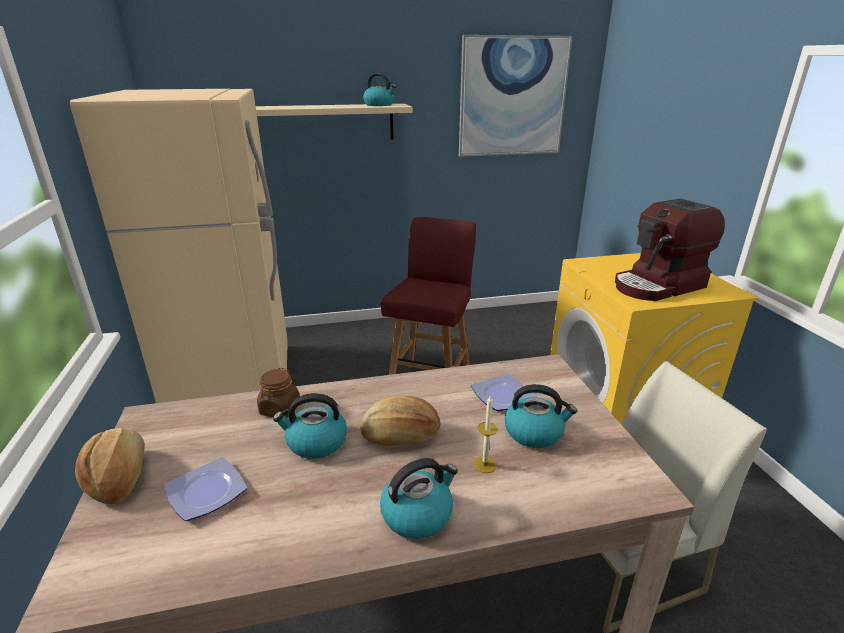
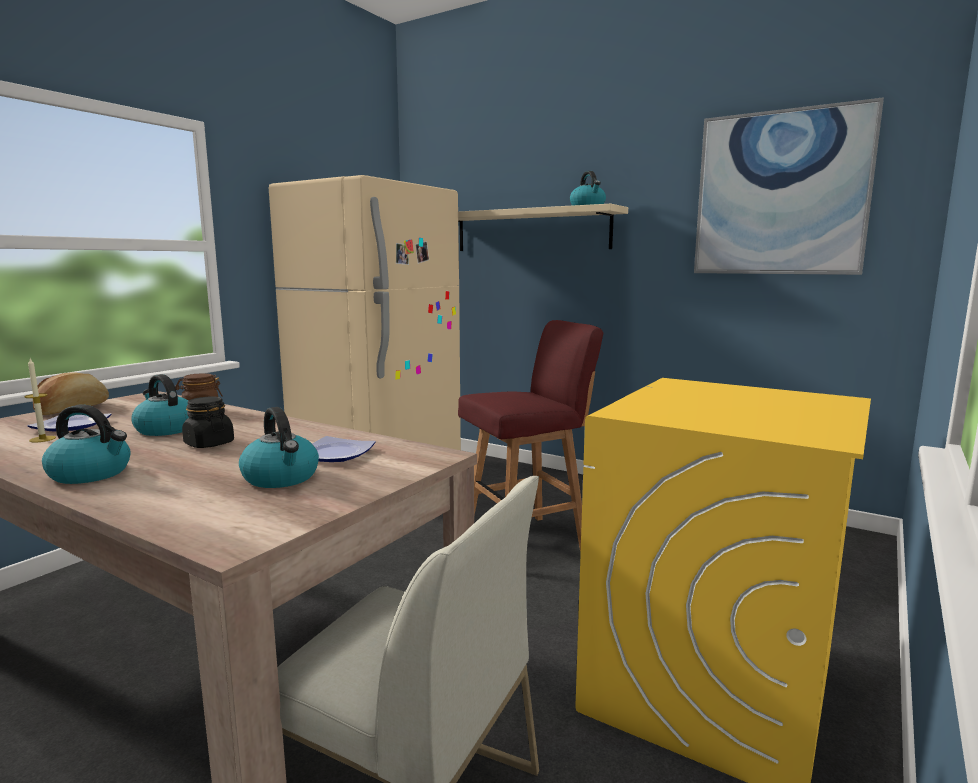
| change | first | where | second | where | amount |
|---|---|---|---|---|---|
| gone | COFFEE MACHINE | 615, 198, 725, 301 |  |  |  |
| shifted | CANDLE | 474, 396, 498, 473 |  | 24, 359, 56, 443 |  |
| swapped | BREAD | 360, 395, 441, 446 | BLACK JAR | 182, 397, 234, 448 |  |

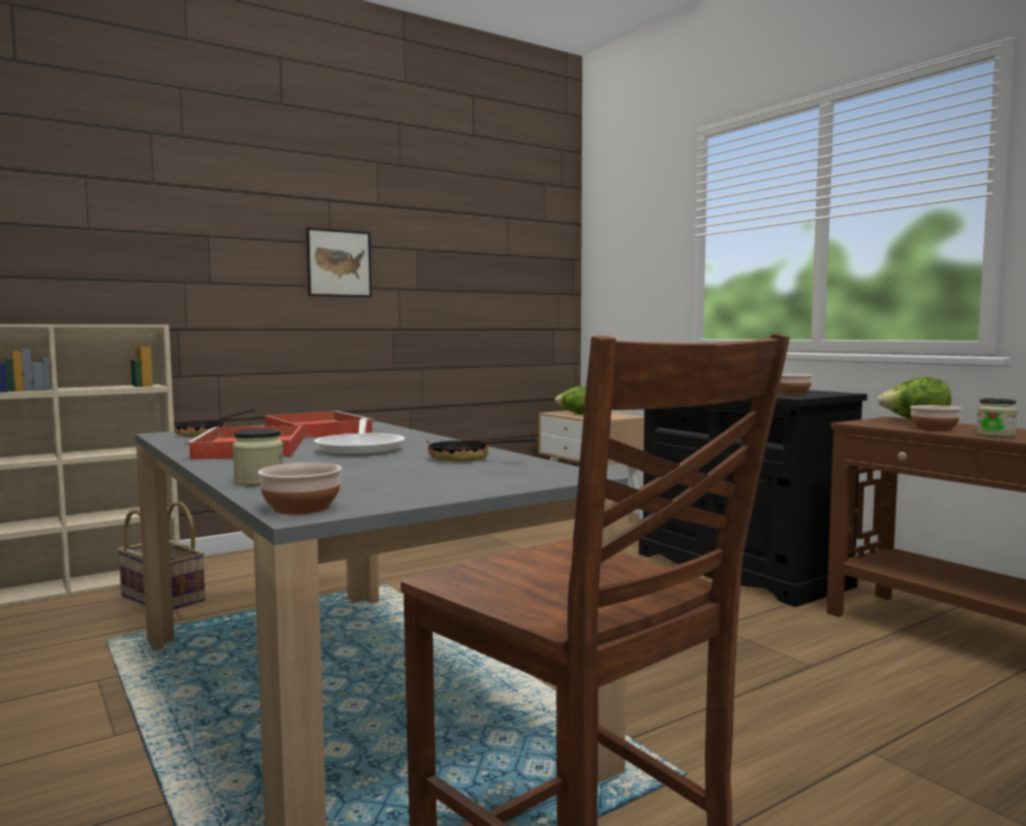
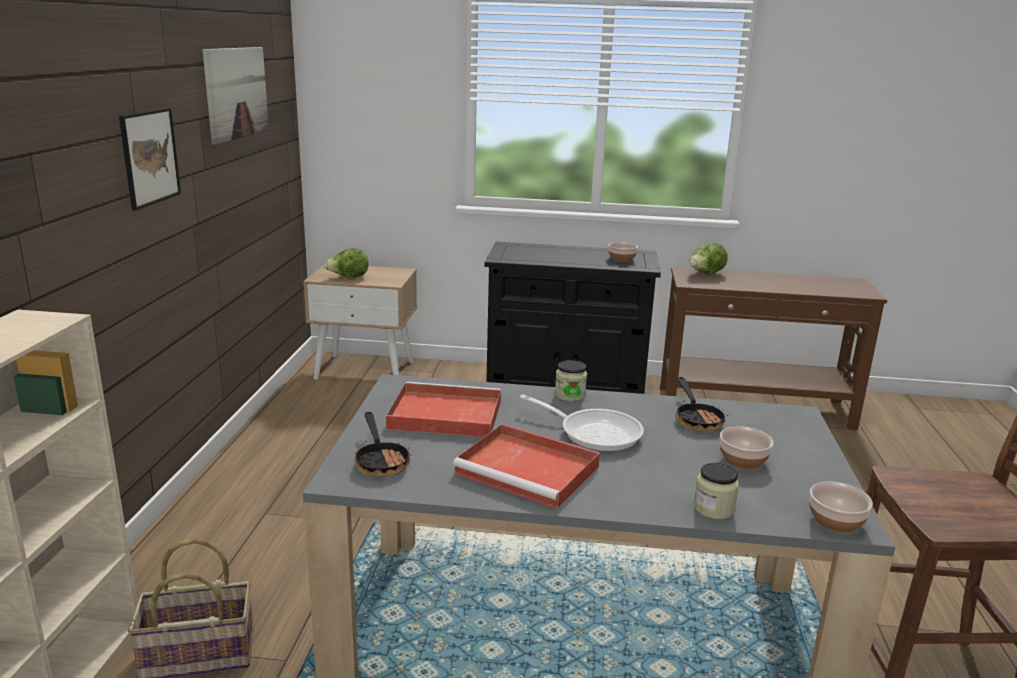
| change | first | where | second | where | amount |
|---|---|---|---|---|---|
| new |  |  | PICTURE | 202, 47, 269, 145 |  |
| shifted | BOWL | 910, 405, 961, 431 |  | 720, 426, 774, 469 |  |
| shifted | JAR | 976, 398, 1017, 437 |  | 555, 360, 587, 402 |  |
| rotated | FRYING PAN | 427, 435, 536, 462 |  | 675, 377, 728, 432 | 75 degrees counterclockwise |

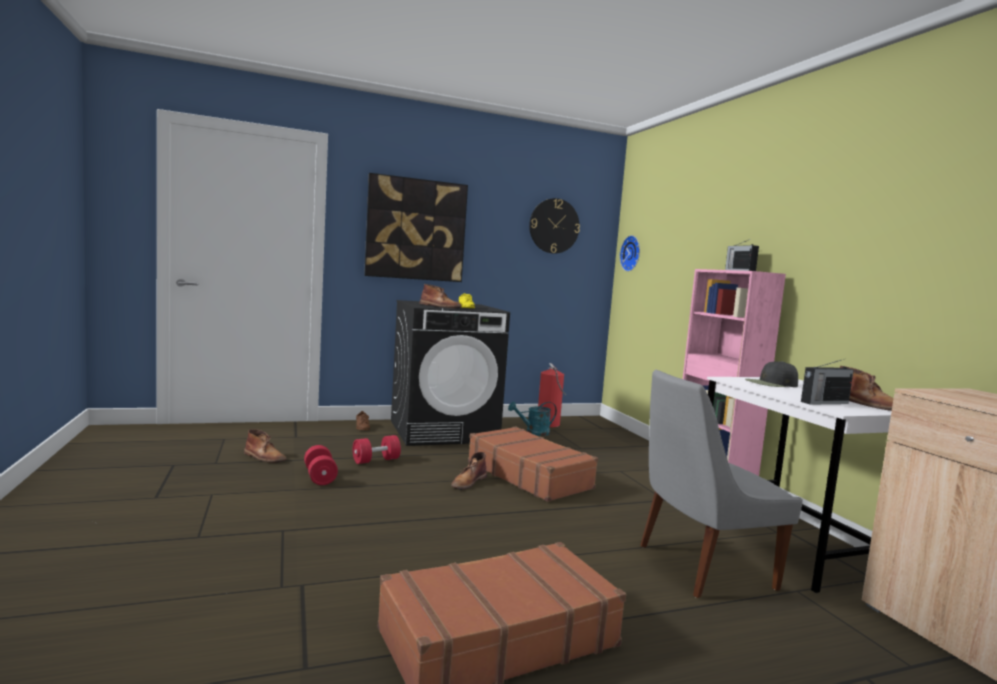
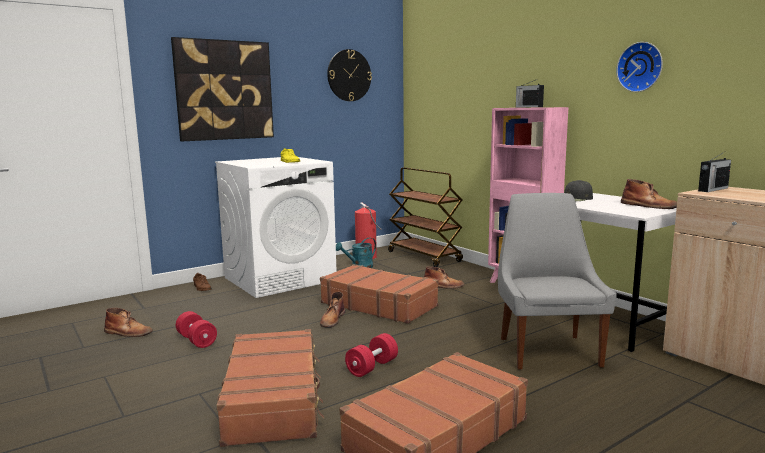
| change | first | where | second | where | amount |
|---|---|---|---|---|---|
| new |  |  | BROWN SUITCASE | 217, 329, 324, 447 |  |
| new |  |  | BROWN CART | 388, 167, 463, 267 |  |
| shifted | RED DUMBBELL | 353, 435, 401, 464 |  | 345, 333, 398, 377 |  |
| shifted | BROWN BOOT | 420, 284, 462, 308 |  | 424, 266, 464, 289 |  |
| shifted | WALL CLOCK | 620, 235, 640, 272 |  | 616, 42, 663, 92 |  |
| shifted | RADIO | 801, 359, 854, 405 |  | 698, 152, 731, 192 |  |
| repainted | BLACK WASHING MACHINE | 391, 300, 510, 446 | WHITE WASHING MACHINE | 215, 157, 337, 298 |  |
| rotated | GREY CHAIR | 641, 369, 803, 598 |  | 498, 193, 617, 370 | 120 degrees clockwise |

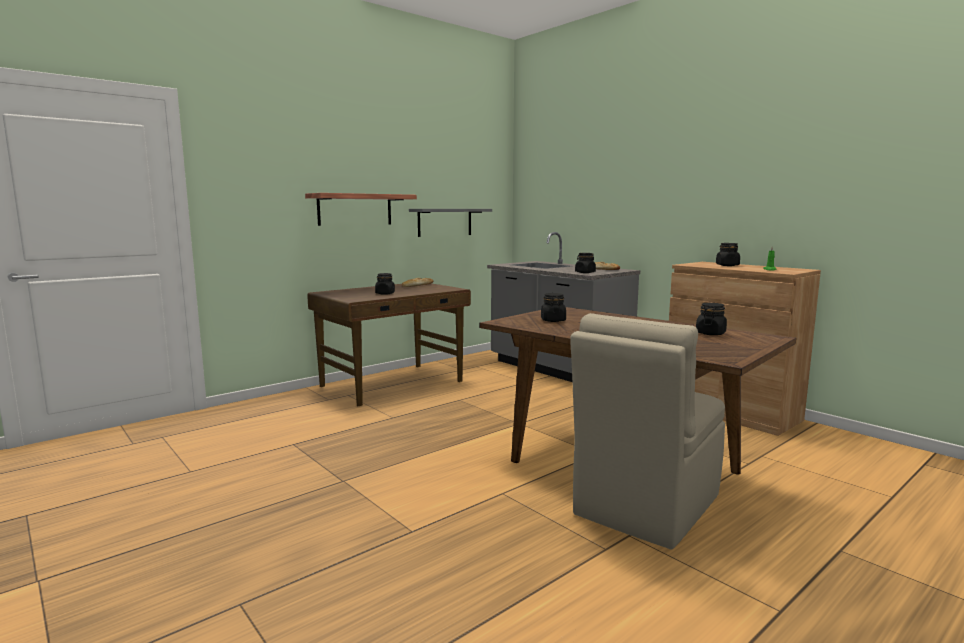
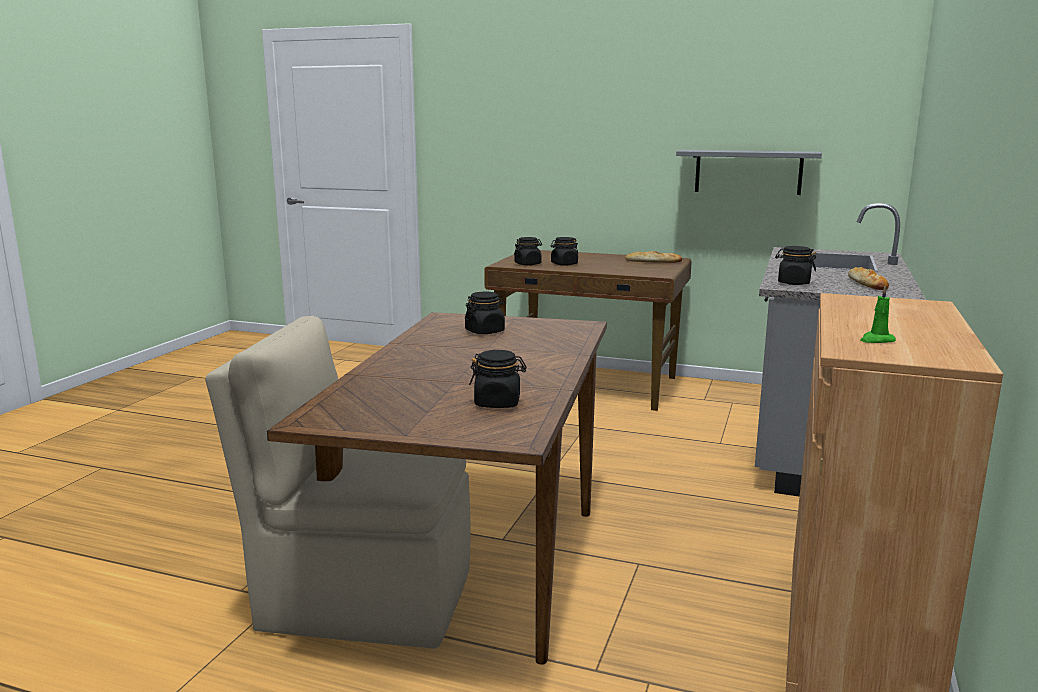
| change | first | where | second | where | amount |
|---|---|---|---|---|---|
| gone | SHELF | 305, 193, 417, 226 |  |  |  |
| shifted | BLACK JAR | 716, 243, 740, 266 |  | 514, 237, 542, 266 |  |

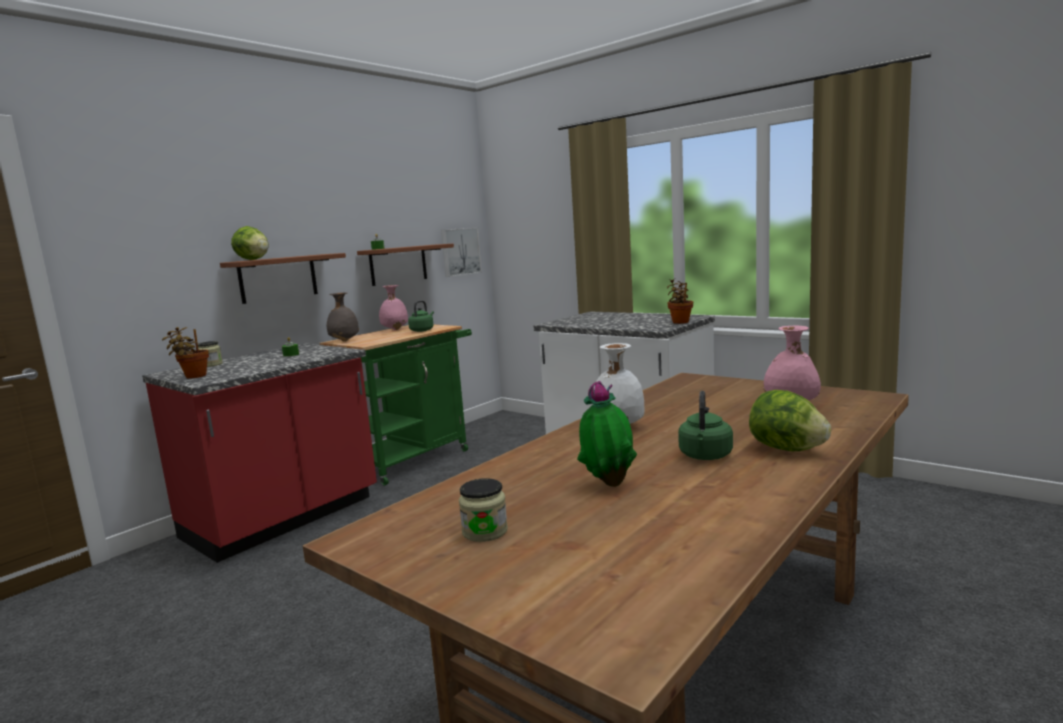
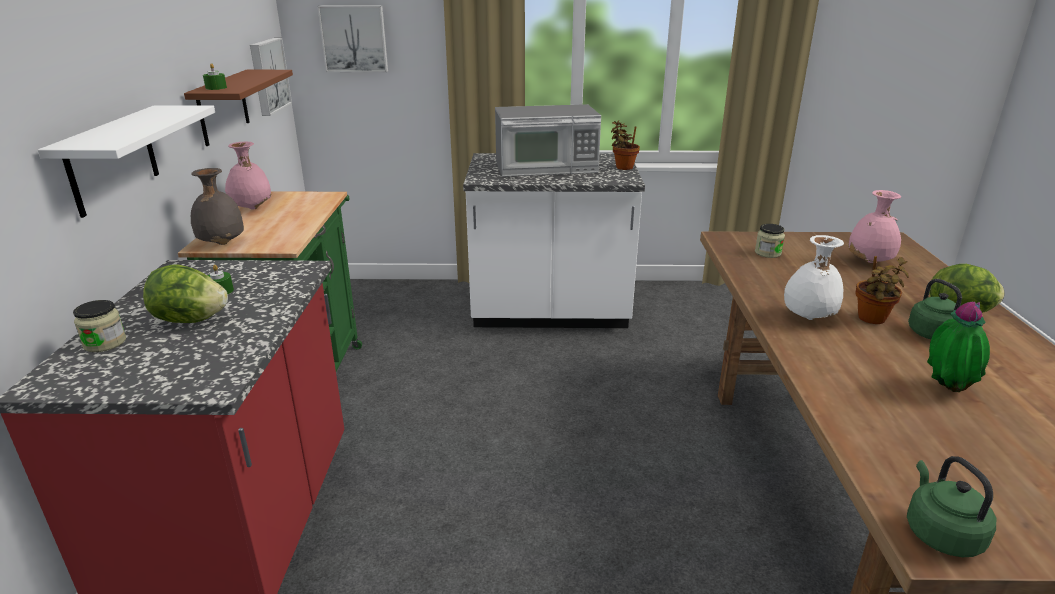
| change | first | where | second | where | amount |
|---|---|---|---|---|---|
| new |  |  | PICTURE | 317, 6, 388, 72 |  |
| new |  |  | MICROWAVE | 495, 104, 601, 177 |  |
| shifted | POTTED PLANT | 162, 327, 209, 379 |  | 855, 256, 909, 324 |  |
| shifted | LETTUCE | 231, 226, 269, 260 |  | 143, 264, 228, 323 |  |
| shifted | GREEN KETTLE | 408, 300, 434, 332 |  | 907, 456, 996, 557 |  |
| shifted | JAR | 459, 478, 508, 542 |  | 755, 224, 785, 258 |  |
| repainted | BROWN SHELF | 220, 253, 346, 304 | WHITE SHELF | 38, 105, 215, 218 |  |

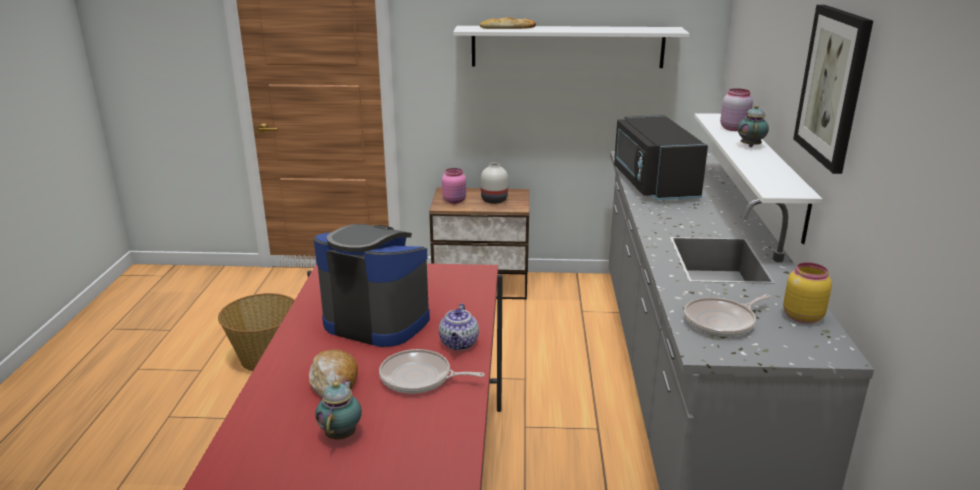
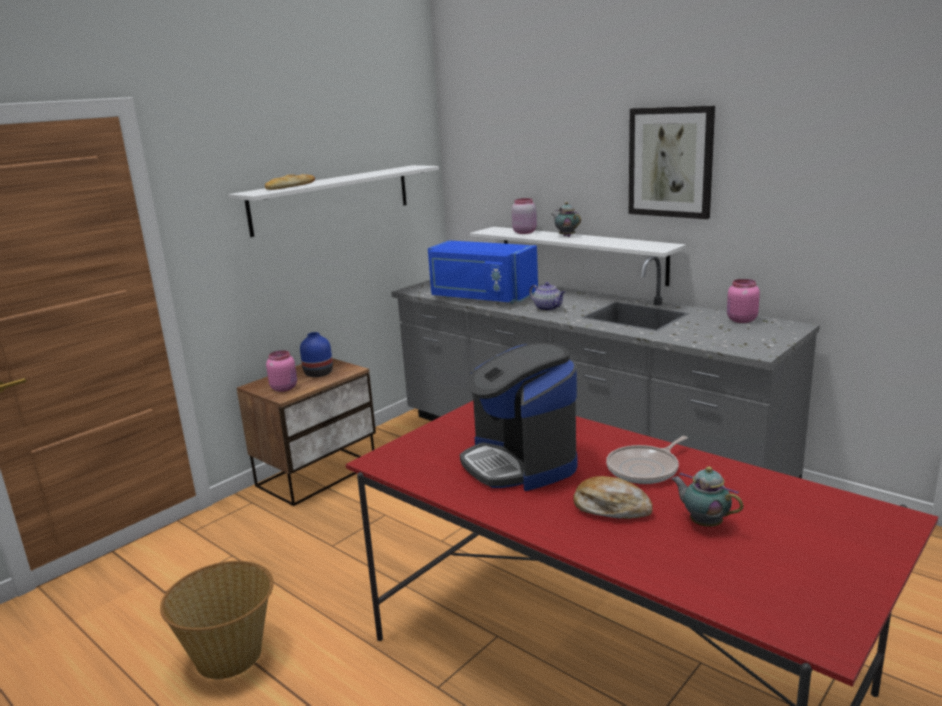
| change | first | where | second | where | amount |
|---|---|---|---|---|---|
| gone | FRYING PAN | 684, 294, 771, 337 |  |  |  |
| shifted | TEAPOT | 439, 304, 479, 350 |  | 529, 282, 566, 311 |  |
| repainted | WHITE VASE | 481, 163, 508, 204 | BLUE VASE | 300, 332, 333, 377 |  |
| repainted | BLACK MICROWAVE | 614, 115, 708, 200 | BLUE MICROWAVE | 428, 241, 538, 304 |  |
| repainted | YELLOW JAR | 783, 262, 832, 323 | PINK JAR | 727, 279, 760, 323 |  |
| rotated | COFFEE MACHINE | 314, 224, 430, 347 |  | 460, 343, 577, 491 | 90 degrees counterclockwise |

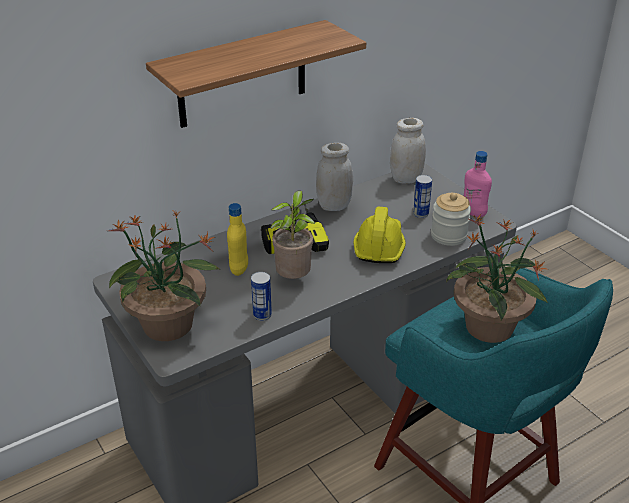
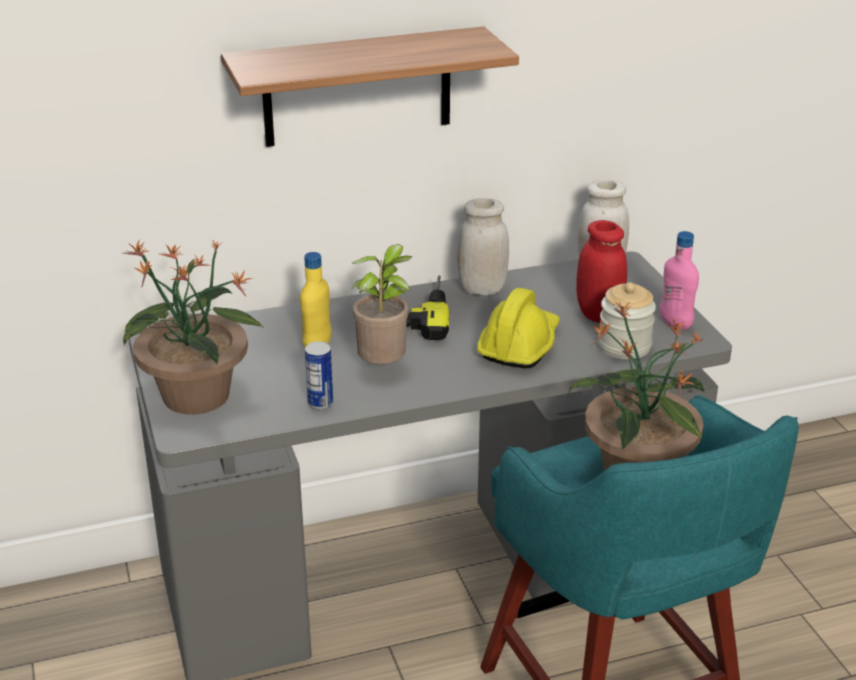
| change | first | where | second | where | amount |
|---|---|---|---|---|---|
| swapped | CAN | 413, 175, 432, 218 | RED JAR | 576, 220, 627, 323 |  |

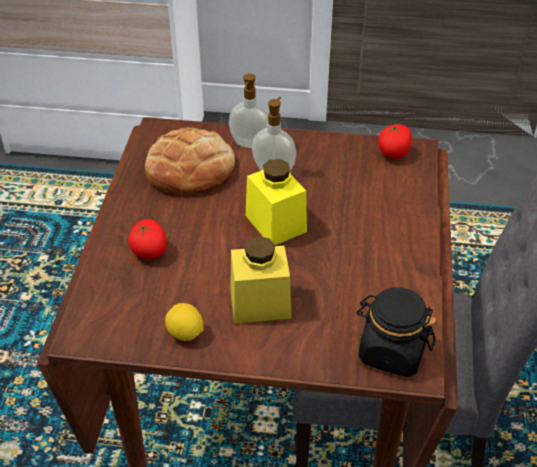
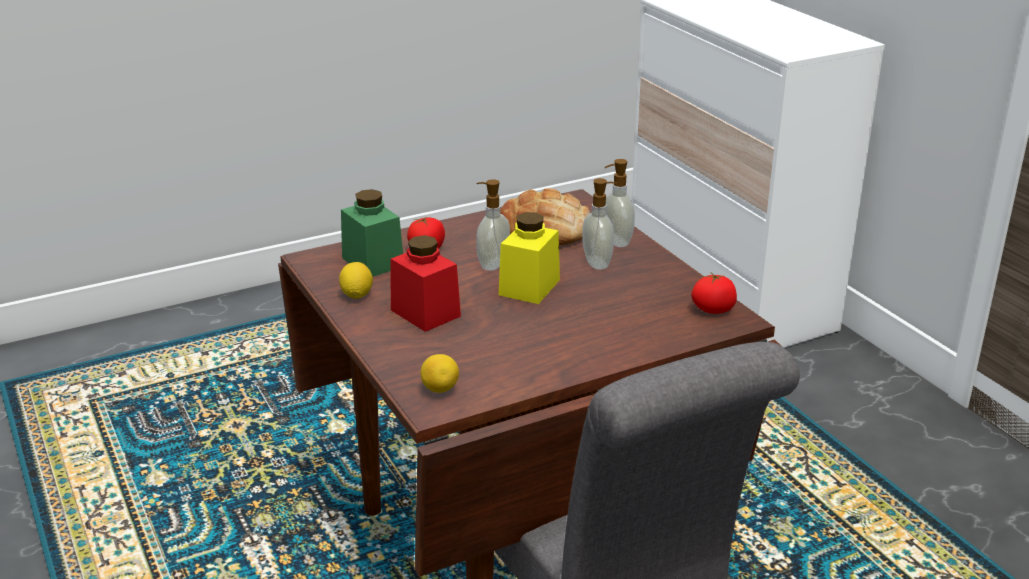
| change | first | where | second | where | amount |
|---|---|---|---|---|---|
| new |  |  | GREEN JAR | 341, 189, 403, 277 |  |
| new |  |  | SOAP DISPENSER | 476, 179, 510, 271 |  |
| swapped | BLACK JAR | 356, 287, 437, 377 | LEMON | 421, 354, 459, 393 |  |
| repainted | YELLOW JAR | 230, 236, 292, 324 | RED JAR | 391, 235, 461, 332 |  |

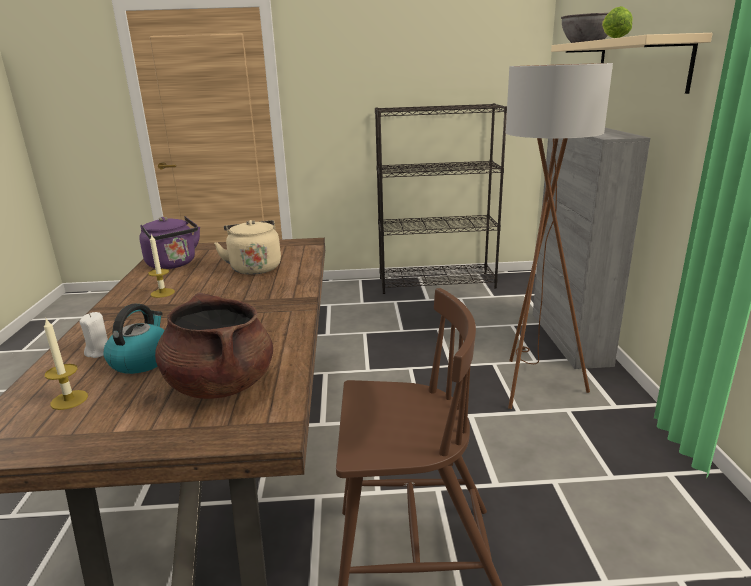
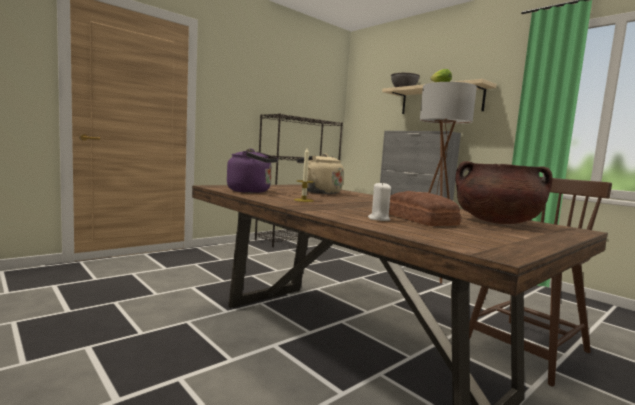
| change | first | where | second | where | amount |
|---|---|---|---|---|---|
| gone | CANDLE | 44, 317, 88, 410 |  |  |  |
| swapped | KETTLE | 104, 304, 165, 374 | BREAD | 389, 191, 461, 226 |  |

